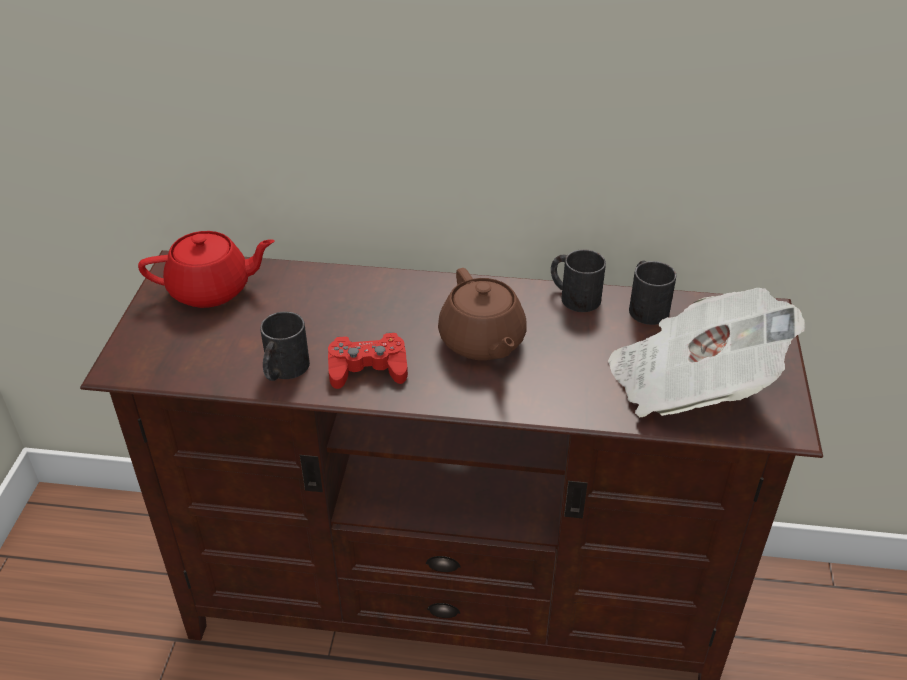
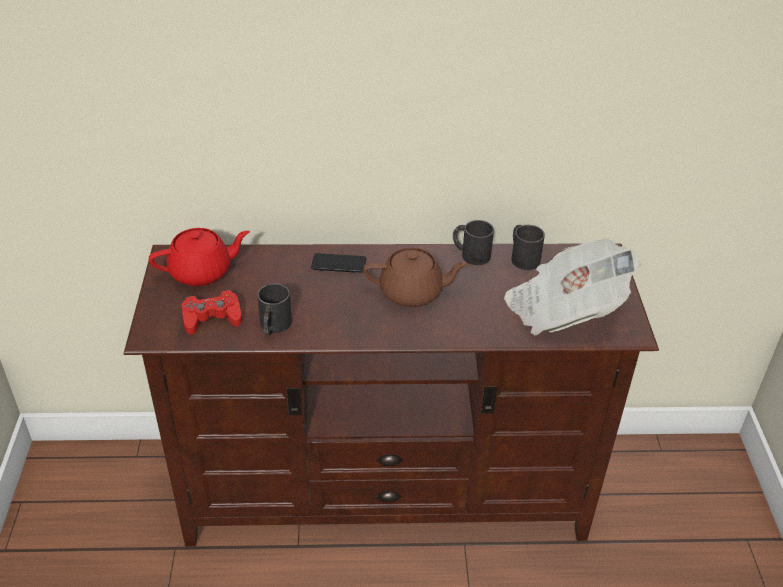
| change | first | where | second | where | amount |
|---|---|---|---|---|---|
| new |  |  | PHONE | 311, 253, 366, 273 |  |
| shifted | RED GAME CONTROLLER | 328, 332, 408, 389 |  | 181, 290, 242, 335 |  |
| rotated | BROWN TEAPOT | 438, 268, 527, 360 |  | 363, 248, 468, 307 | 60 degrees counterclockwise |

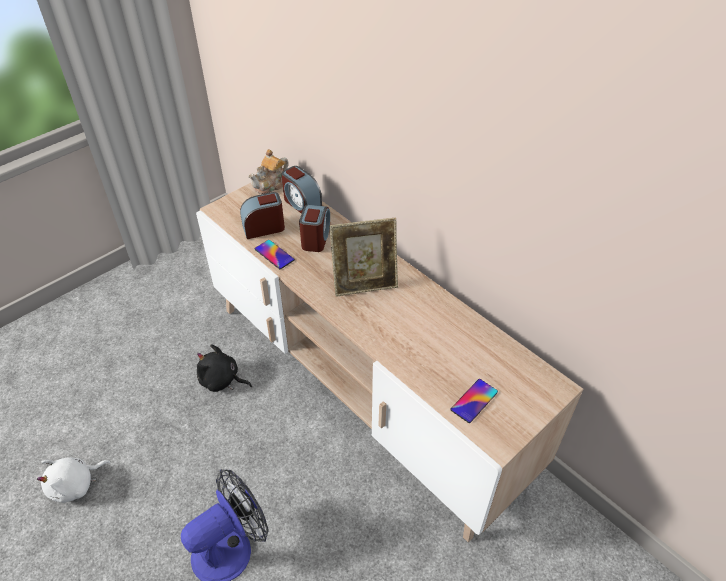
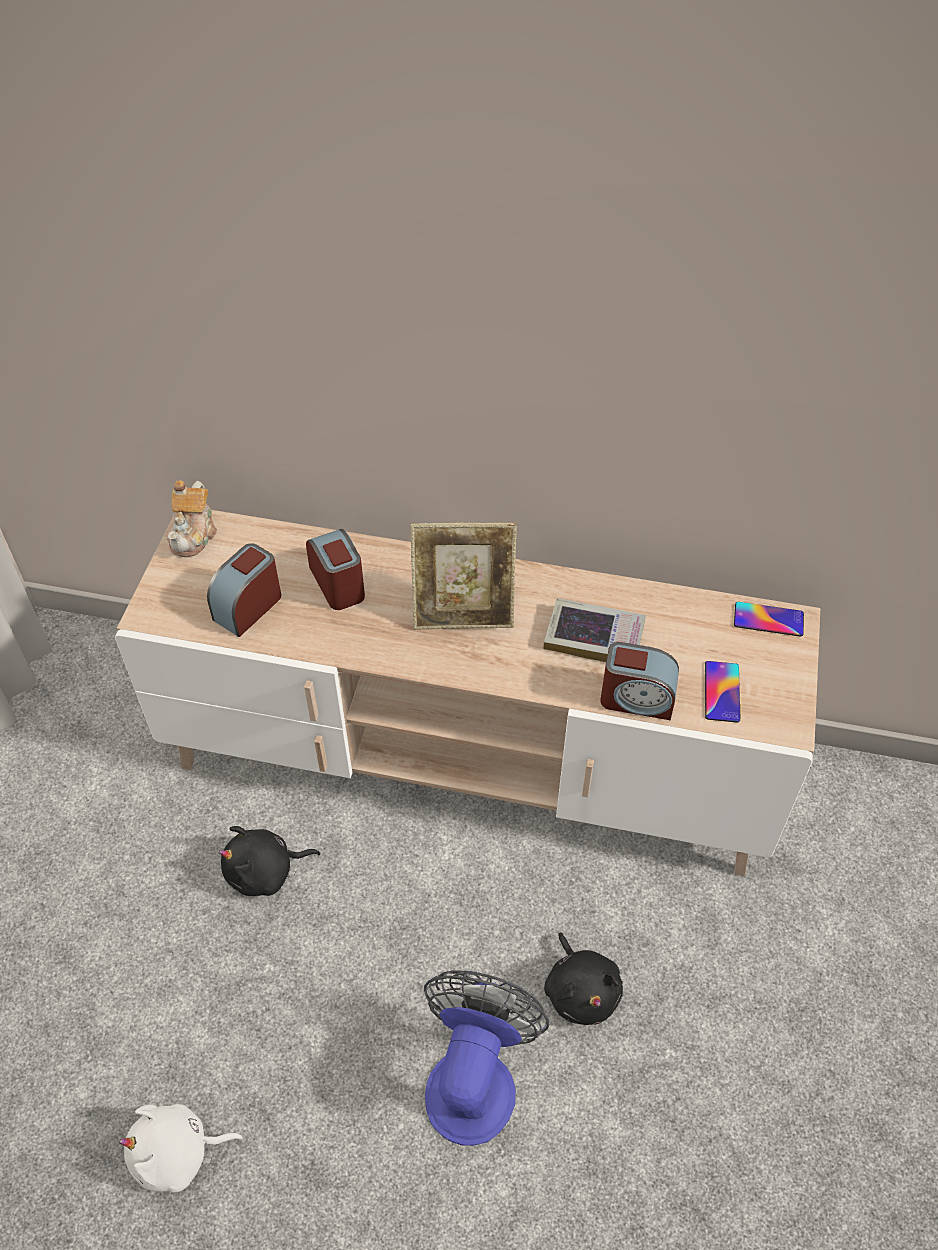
| change | first | where | second | where | amount |
|---|---|---|---|---|---|
| new |  |  | BOOK | 544, 598, 646, 662 |  |
| new |  |  | BLACK PLUSH TOY | 544, 932, 623, 1025 |  |
| shifted | PHONE | 255, 240, 295, 269 |  | 734, 602, 804, 637 |  |
| shifted | ALARM CLOCK | 281, 166, 322, 214 |  | 600, 642, 679, 720 |  |
| rotated | WHITE PLUSH TOY | 37, 457, 111, 503 |  | 119, 1104, 243, 1193 | 60 degrees clockwise |
| rotated | PICTURE FRAME | 329, 218, 398, 297 |  | 411, 522, 517, 630 | 45 degrees clockwise |

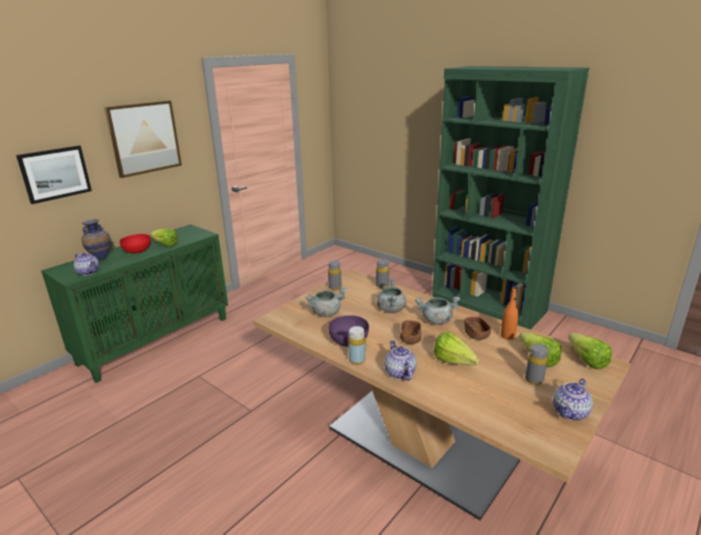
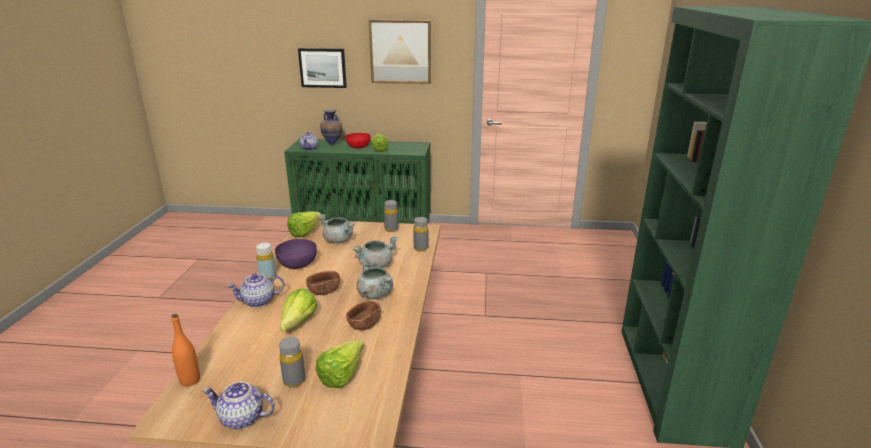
| change | first | where | second | where | amount |
|---|---|---|---|---|---|
| shifted | ORANGE BOTTLE | 501, 286, 519, 340 |  | 171, 314, 200, 387 |  |
| shifted | LETTUCE | 568, 333, 612, 369 |  | 287, 212, 321, 238 |  |
| rotated | TEAPOT | 384, 340, 417, 381 |  | 227, 273, 285, 307 | 150 degrees counterclockwise |

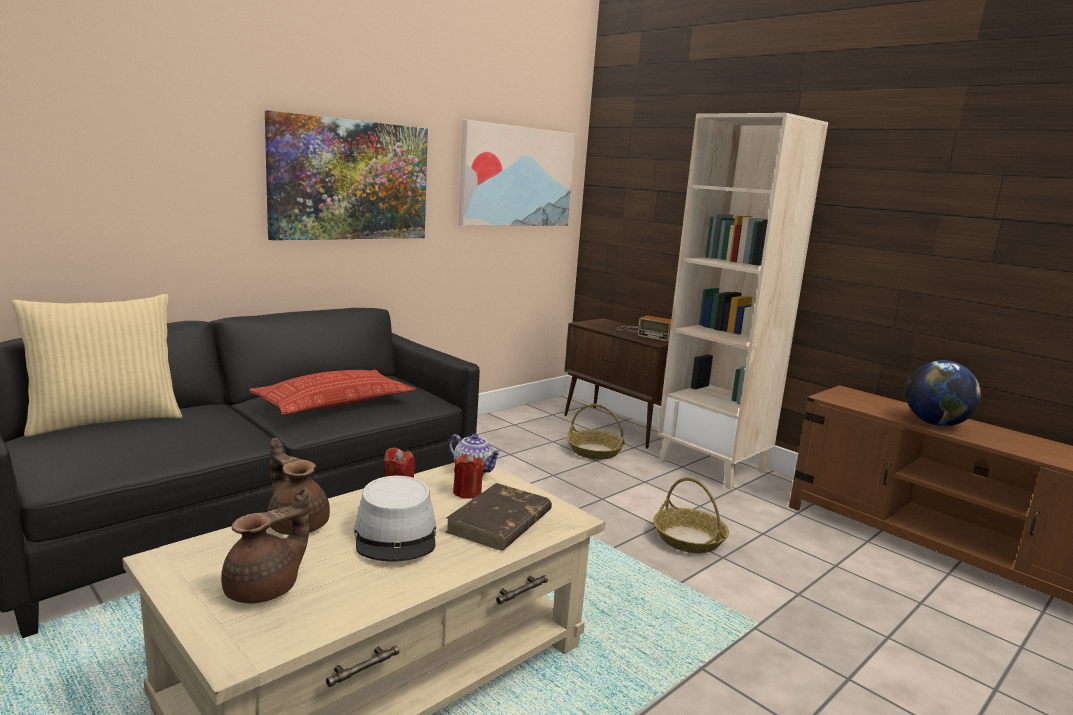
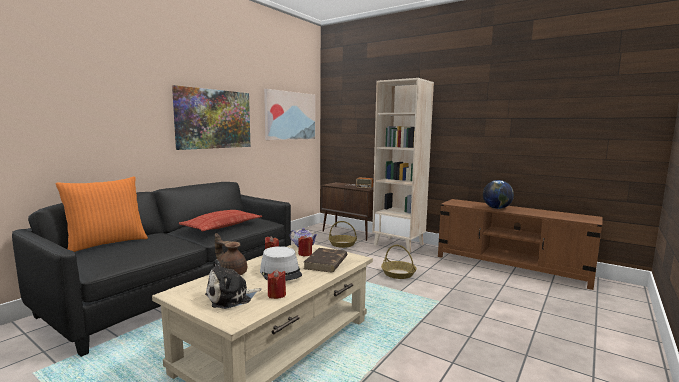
| change | first | where | second | where | amount |
|---|---|---|---|---|---|
| new |  |  | RED CANDLE | 268, 270, 286, 299 |  |
| swapped | BROWN TEAPOT | 221, 488, 309, 603 | PLUSH TOY | 205, 259, 262, 309 |  |
| repainted | BEIGE PILLOW | 12, 294, 182, 437 | ORANGE PILLOW | 56, 176, 148, 252 |  |

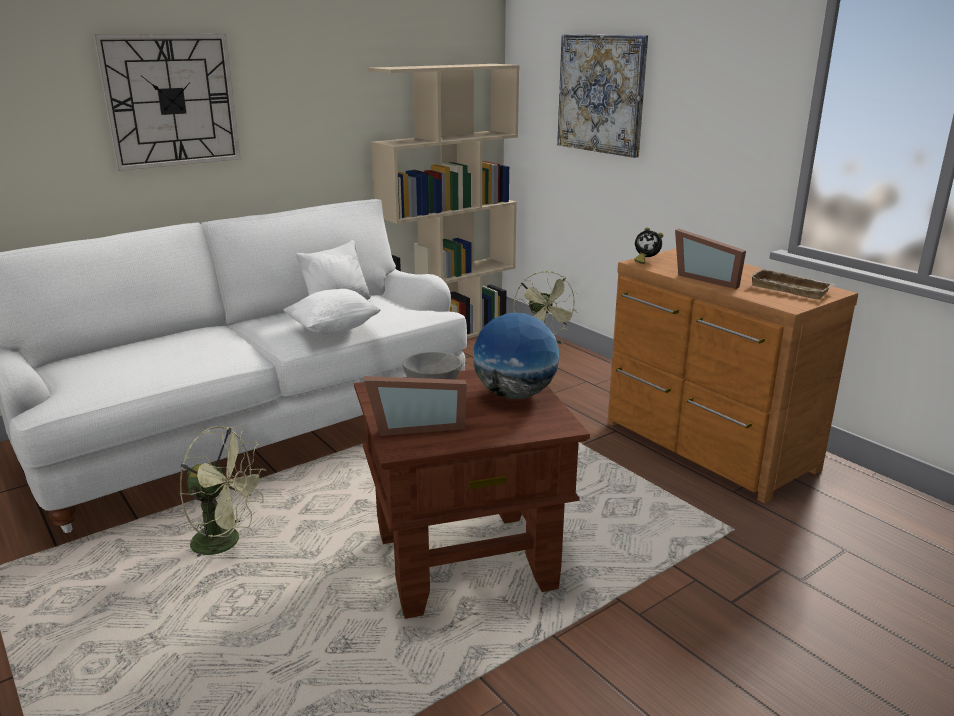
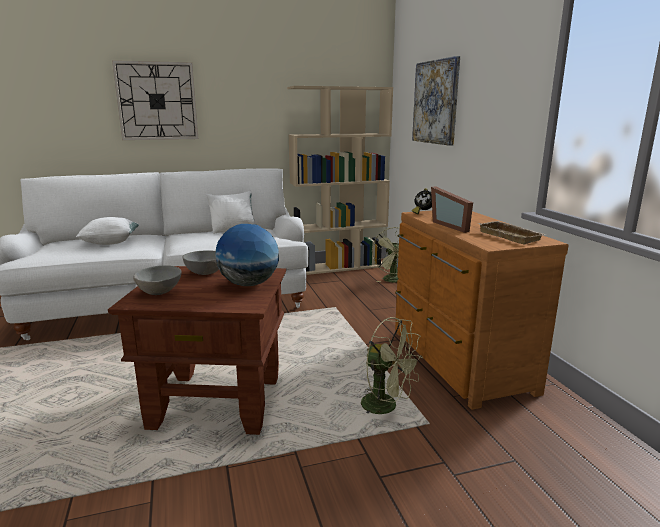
| change | first | where | second | where | amount |
|---|---|---|---|---|---|
| shifted | GREEN FAN | 180, 426, 267, 557 |  | 361, 317, 423, 416 |  |
| shifted | WHITE PILLOW | 283, 289, 380, 334 |  | 76, 217, 139, 245 |  |
| swapped | PICTURE FRAME | 364, 376, 467, 436 | GREY BOWL | 133, 265, 182, 295 |  |

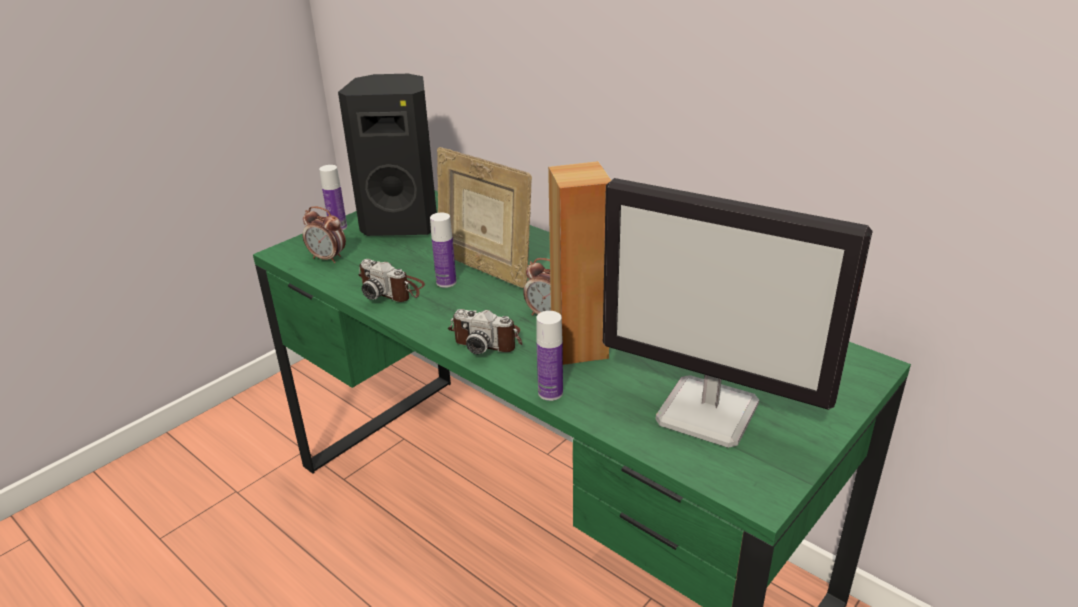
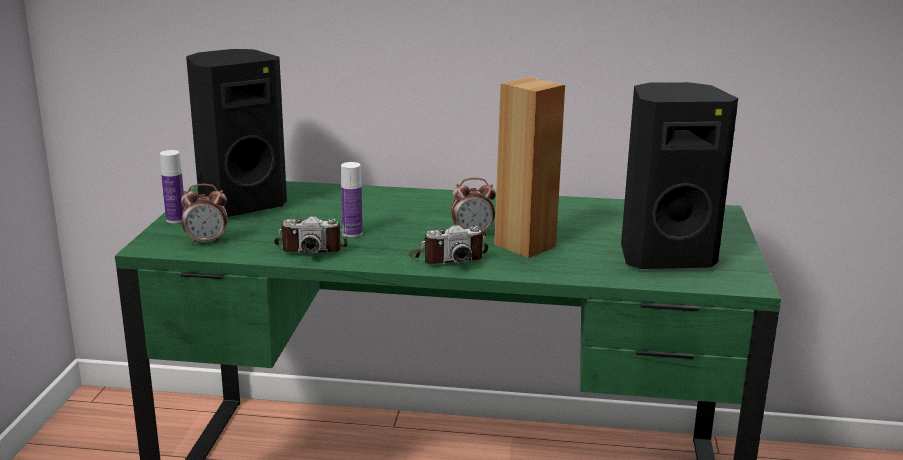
| change | first | where | second | where | amount |
|---|---|---|---|---|---|
| gone | PICTURE FRAME | 437, 147, 532, 288 |  |  |  |
| gone | BOTTLE | 536, 311, 563, 401 |  |  |  |
| swapped | MONITOR | 603, 178, 873, 448 | BLACK SPEAKER | 621, 82, 738, 269 |  |

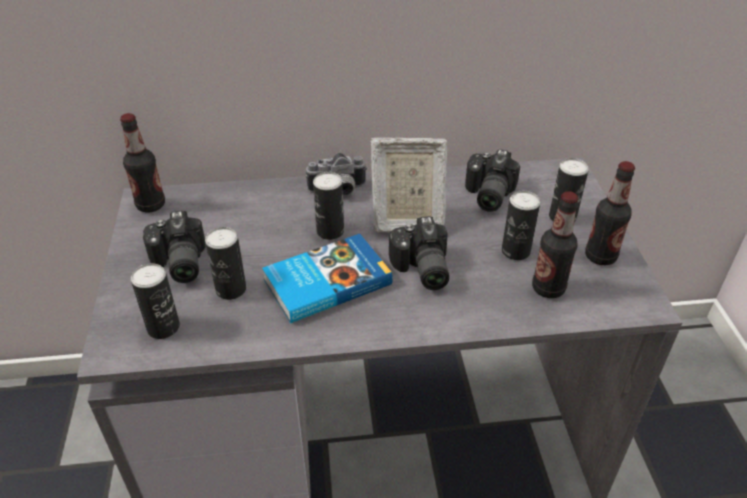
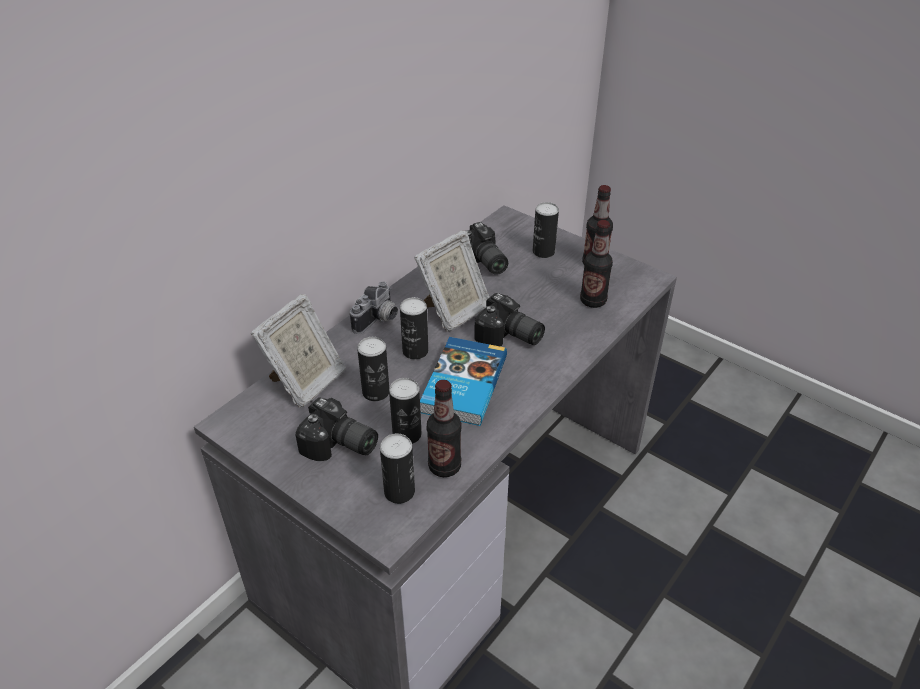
| change | first | where | second | where | amount |
|---|---|---|---|---|---|
| new |  |  | PICTURE FRAME | 251, 294, 346, 408 |  |
| shifted | BOTTLE | 120, 113, 165, 213 |  | 427, 380, 461, 477 |  |
| shifted | CAN | 502, 191, 540, 260 |  | 357, 337, 389, 401 |  |

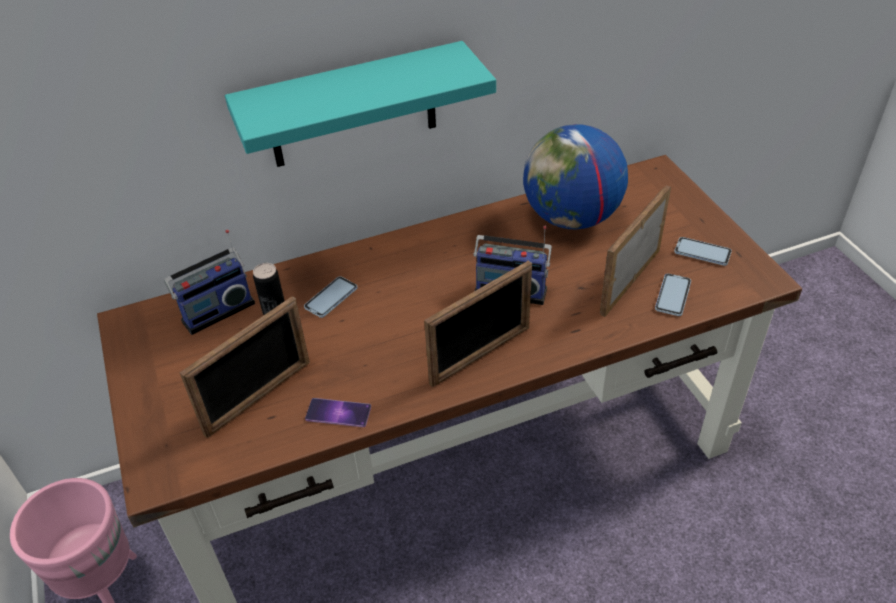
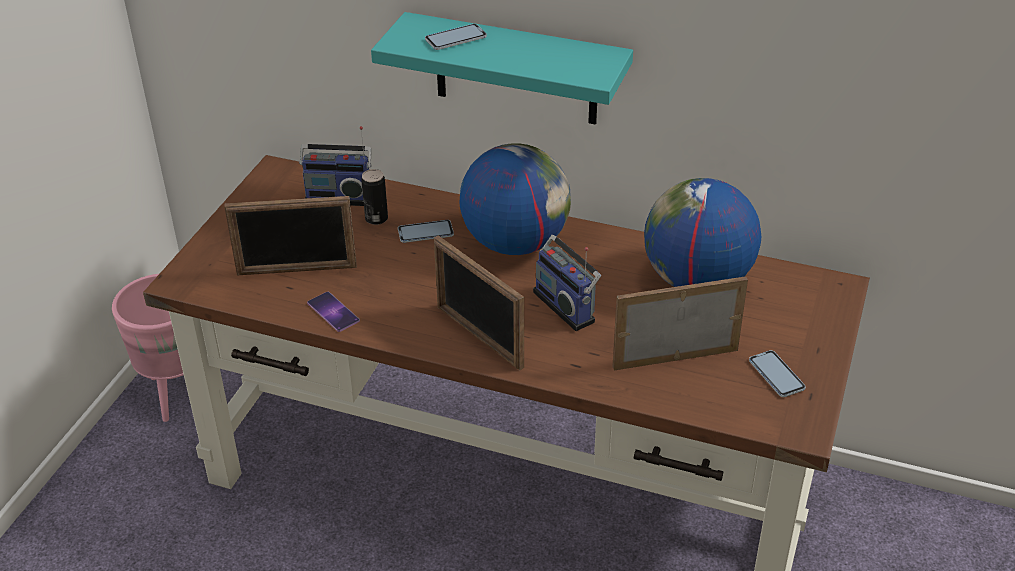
| change | first | where | second | where | amount |
|---|---|---|---|---|---|
| new |  |  | GLOBE | 460, 143, 571, 255 |  |
| shifted | PHONE | 655, 273, 691, 316 |  | 425, 24, 487, 50 |  |
| rotated | PICTURE FRAME | 424, 260, 532, 387 |  | 434, 235, 524, 370 | 45 degrees clockwise |

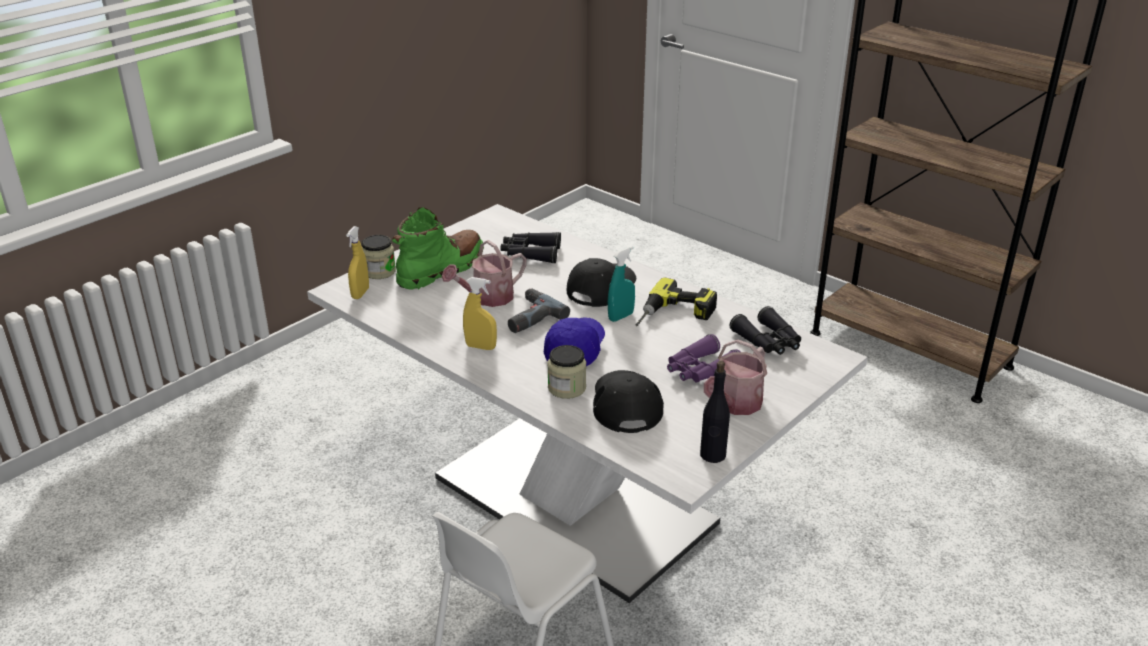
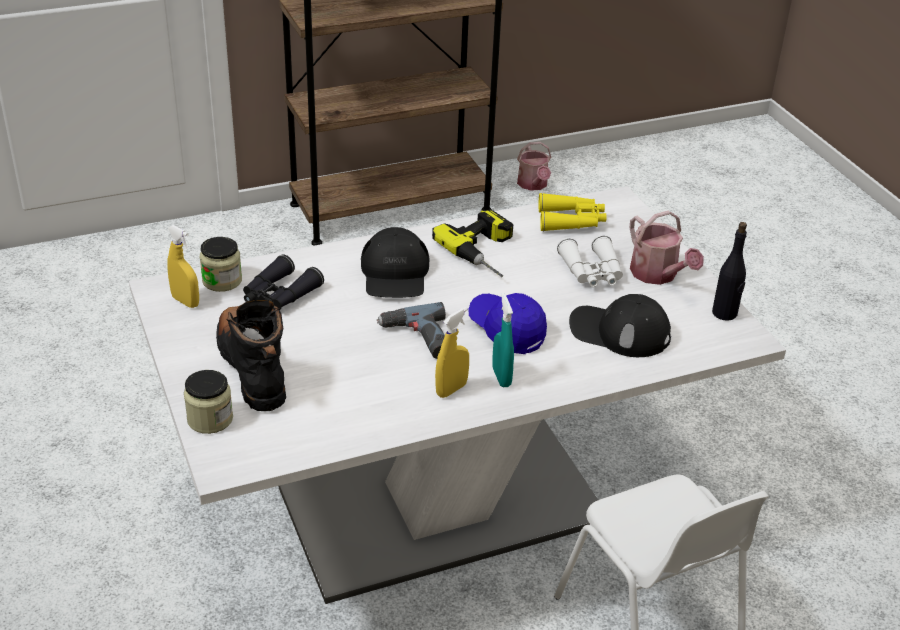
| change | first | where | second | where | amount |
|---|---|---|---|---|---|
| shifted | YELLOW SPRAY BOTTLE | 346, 226, 369, 299 |  | 168, 225, 199, 308 |  |
| shifted | WATERING CAN | 442, 240, 527, 307 |  | 517, 142, 551, 191 |  |
| shifted | JAR | 547, 345, 586, 399 |  | 200, 237, 242, 292 |  |
| shifted | TURQUOISE SPRAY BOTTLE | 608, 246, 635, 322 |  | 492, 293, 514, 387 |  |
| repainted | GREEN BOOT | 392, 207, 484, 290 | BLACK BOOT | 216, 300, 286, 411 |  |
| repainted | PURPLE BINOCULARS | 667, 334, 740, 383 | WHITE BINOCULARS | 557, 235, 623, 287 |  |
| repainted | BLACK BINOCULARS | 730, 306, 801, 355 | YELLOW BINOCULARS | 539, 193, 607, 232 |  |
| rotated | BLACK CAP | 567, 258, 636, 307 |  | 361, 227, 430, 298 | 150 degrees counterclockwise |

